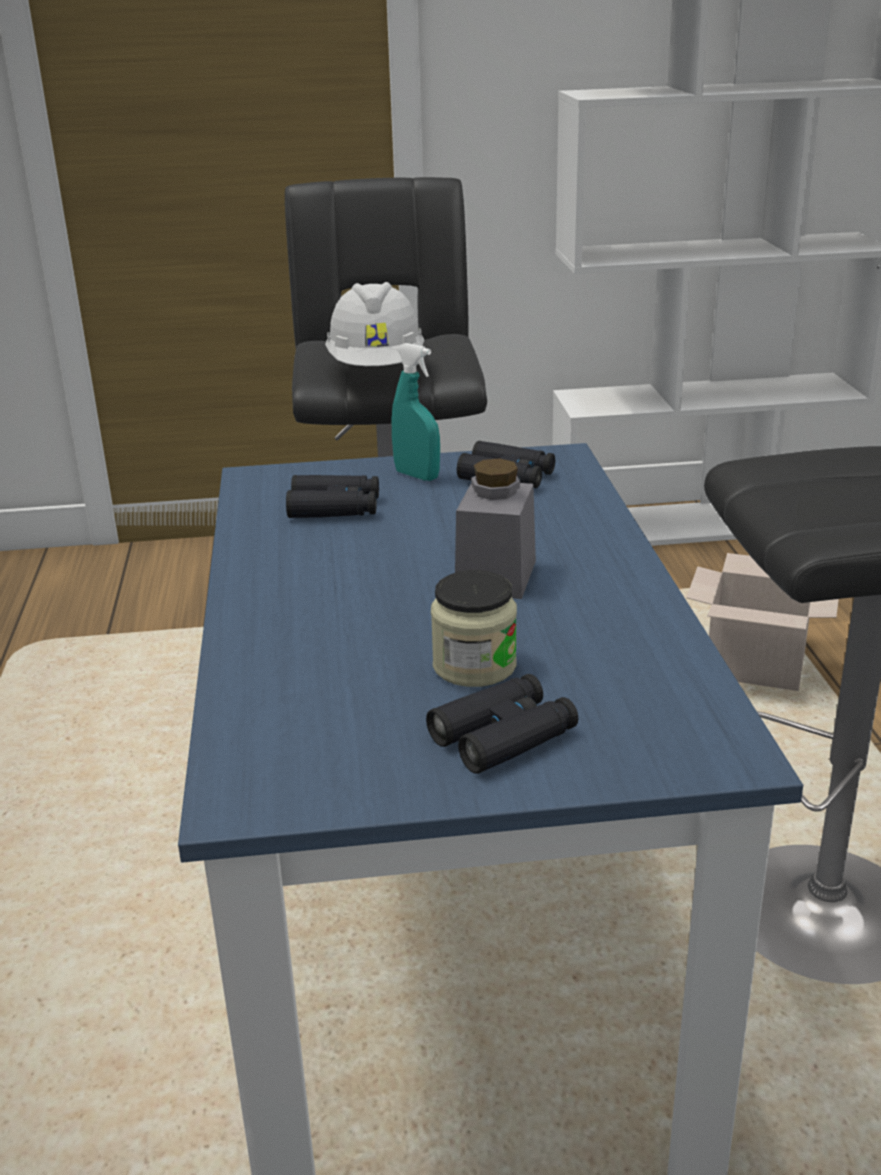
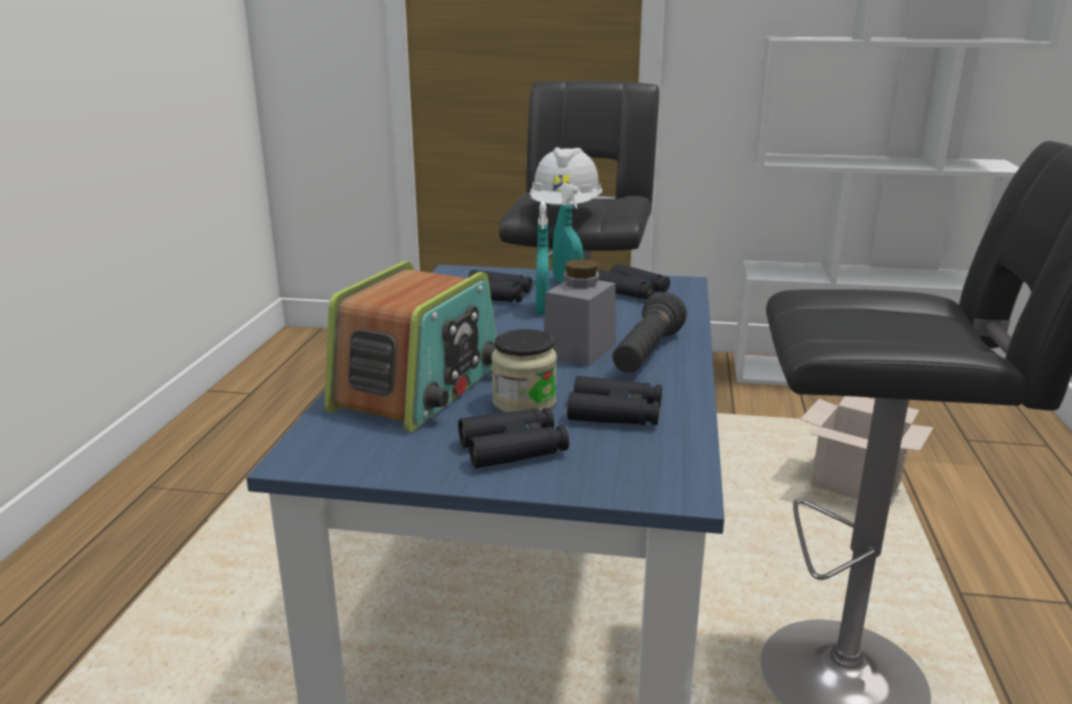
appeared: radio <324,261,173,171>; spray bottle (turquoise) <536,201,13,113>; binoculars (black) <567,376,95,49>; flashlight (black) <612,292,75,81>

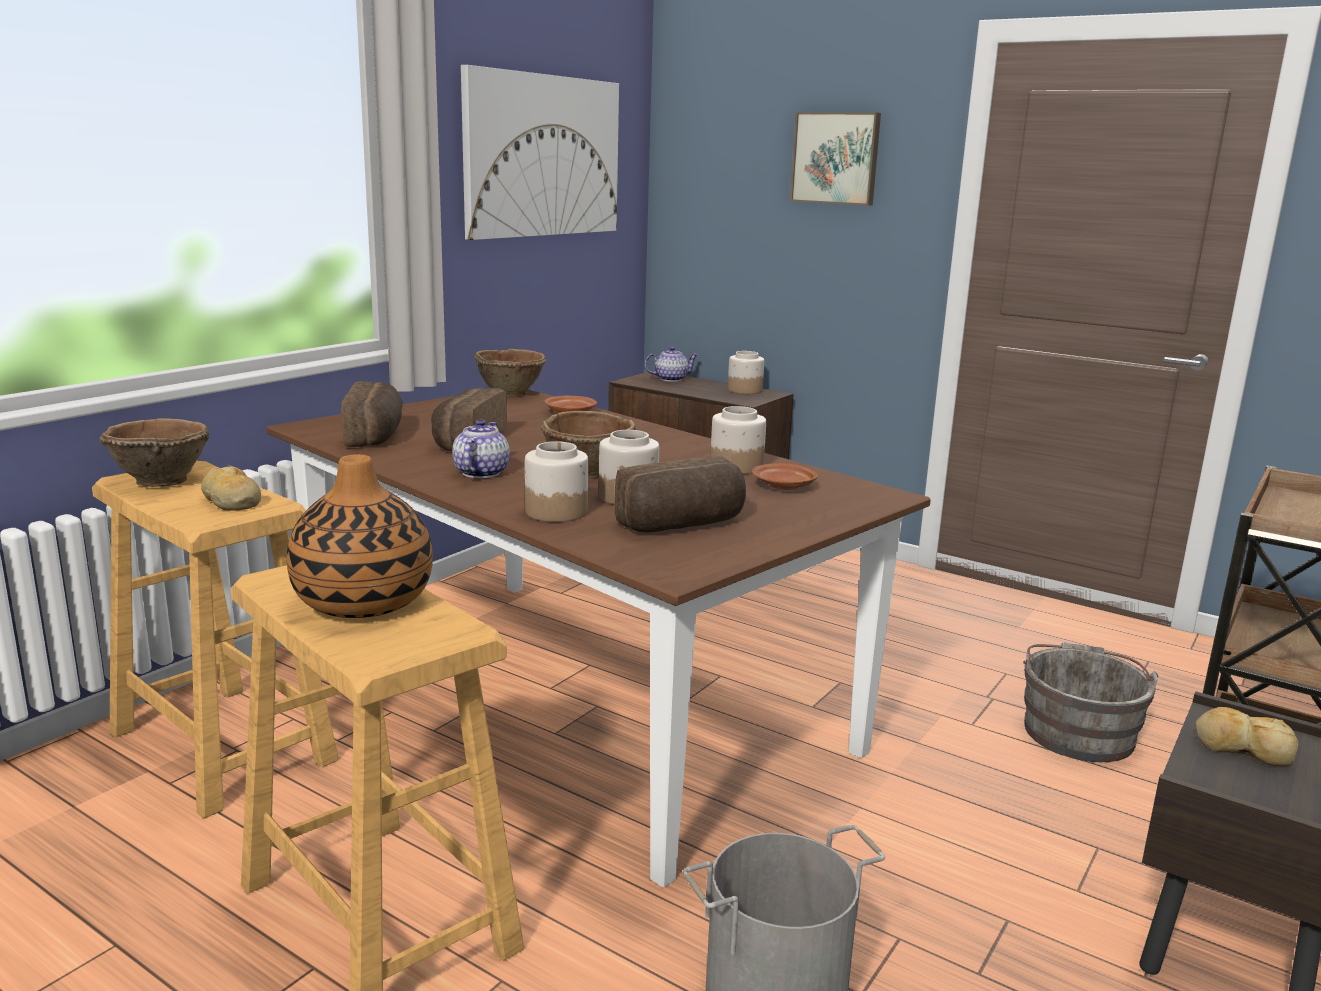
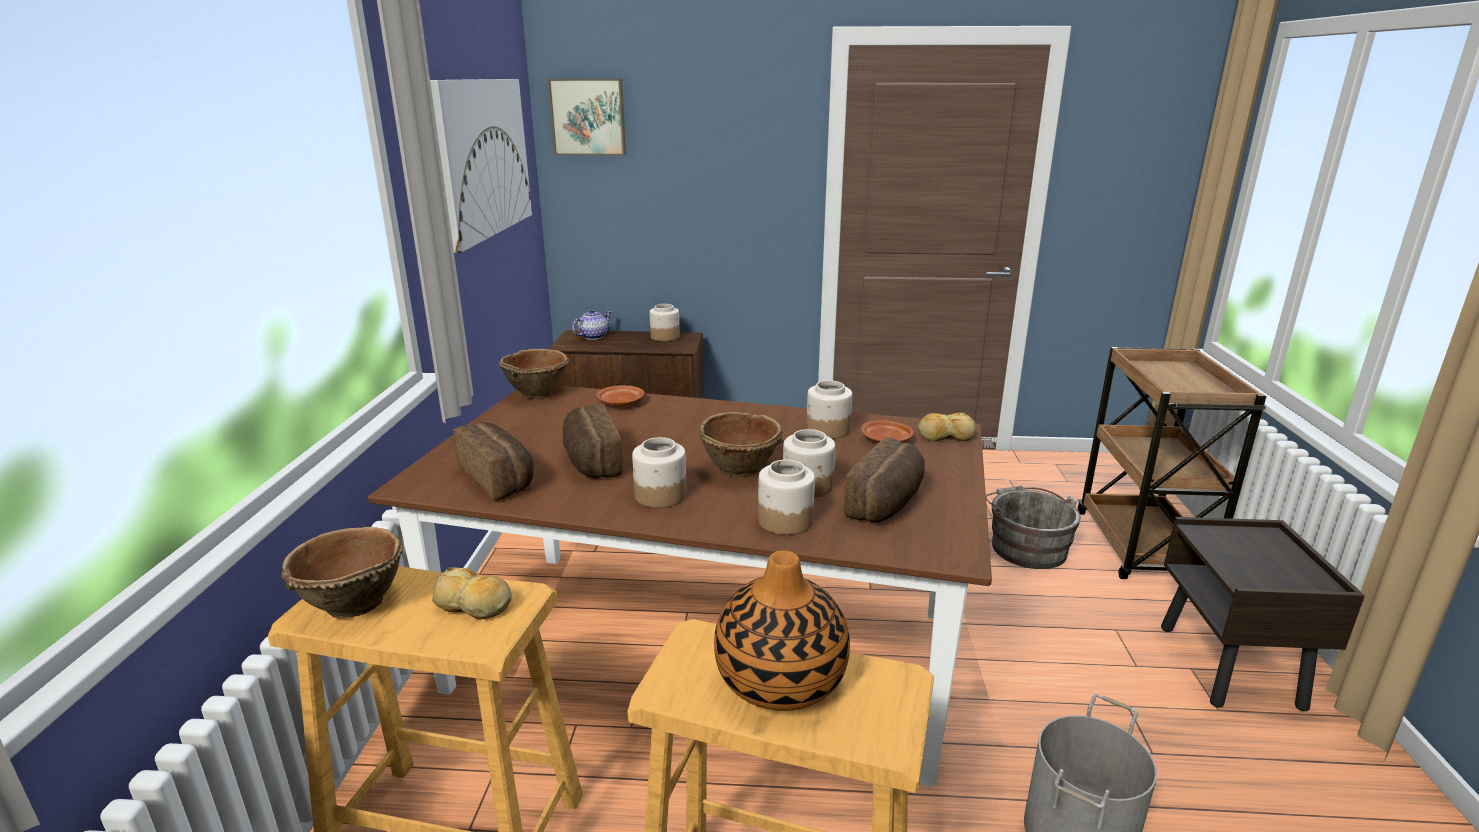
relocated: picture <790,112,91,94> to <548,79,78,76>; bread <1195,707,103,59> to <917,412,59,30>
exchanged: teapot <452,419,58,59> to jar <632,437,55,71>

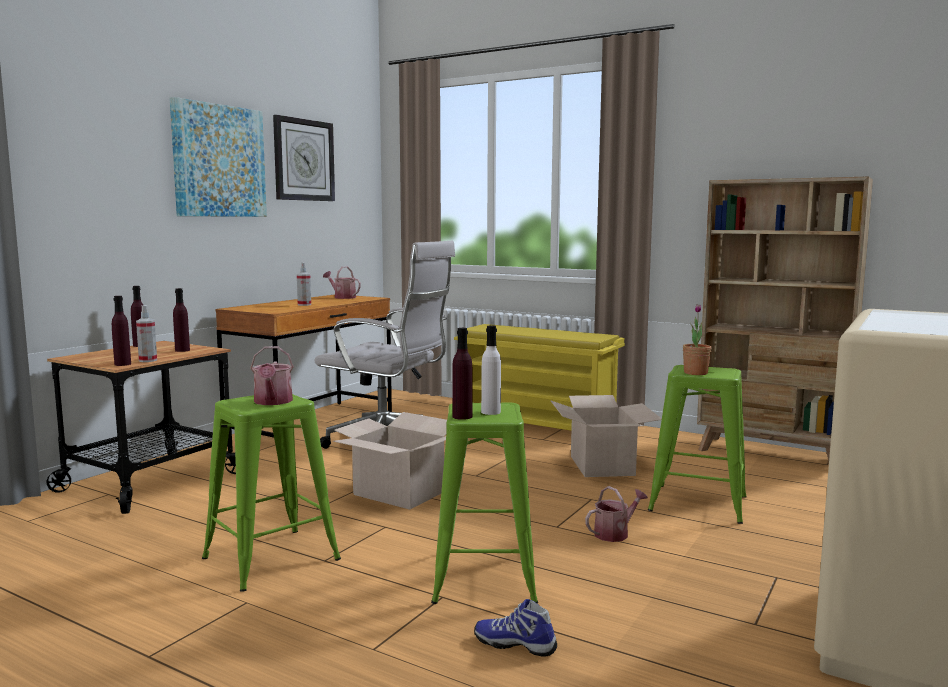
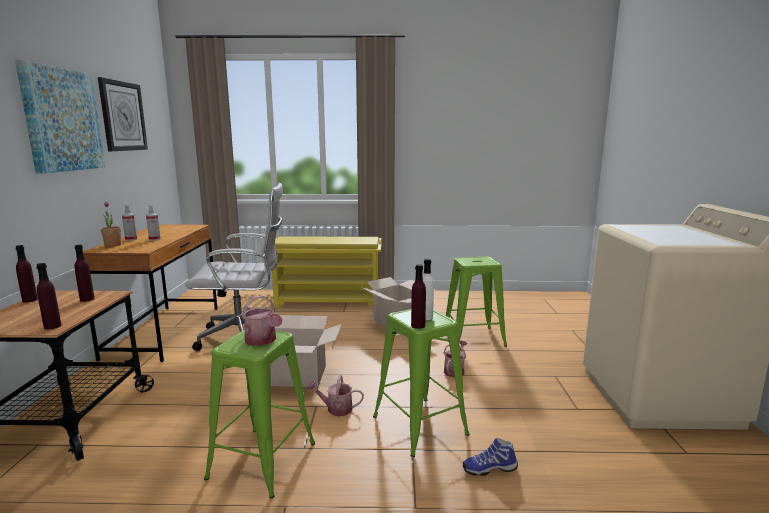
missing: bookcase (beige) <697,176,176,285>
relocated: spray bottle <136,305,21,57> to <122,205,15,36>; watering can <323,266,38,33> to <307,375,57,41>; potted plant <683,304,29,71> to <101,202,20,45>

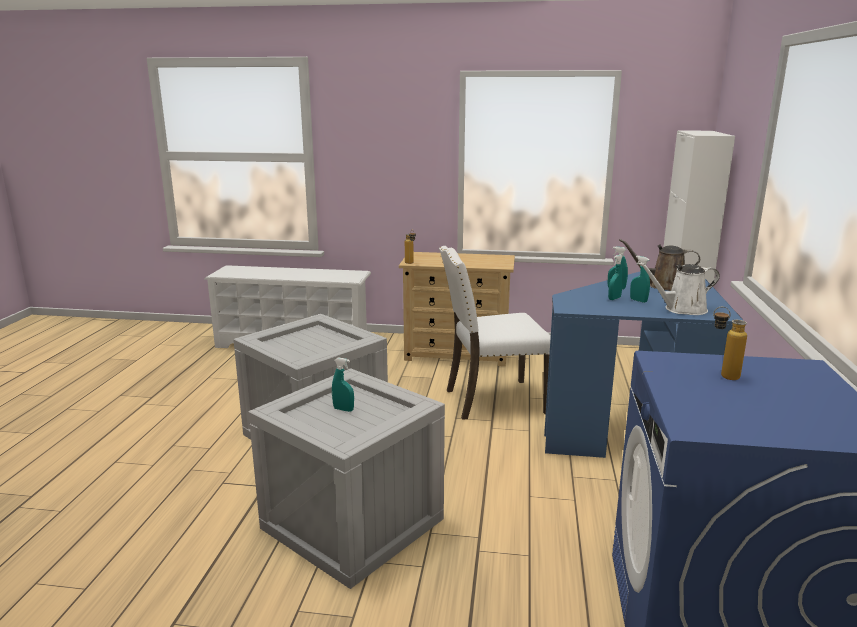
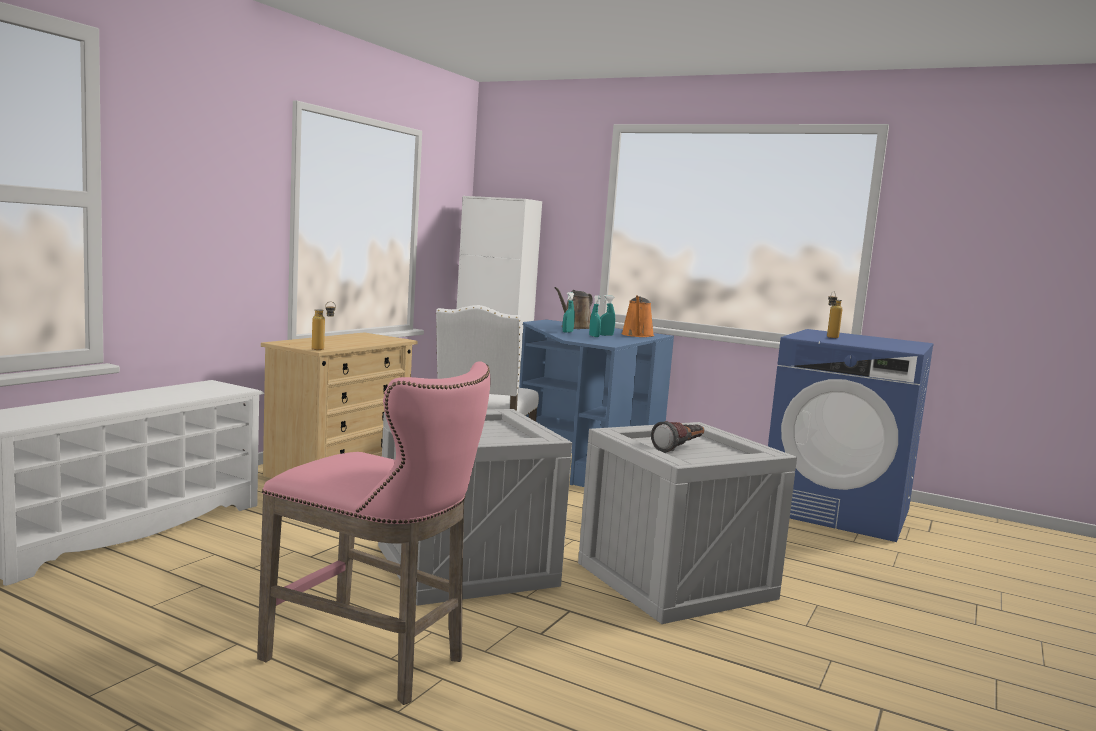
appeared: stool (pink) <257,361,233,344>
exchanged: spray bottle (turquoise) <332,357,22,55> to flashlight <651,421,53,32>
colour: watering can (white) <638,262,82,53> to watering can (orange) <621,295,33,42>

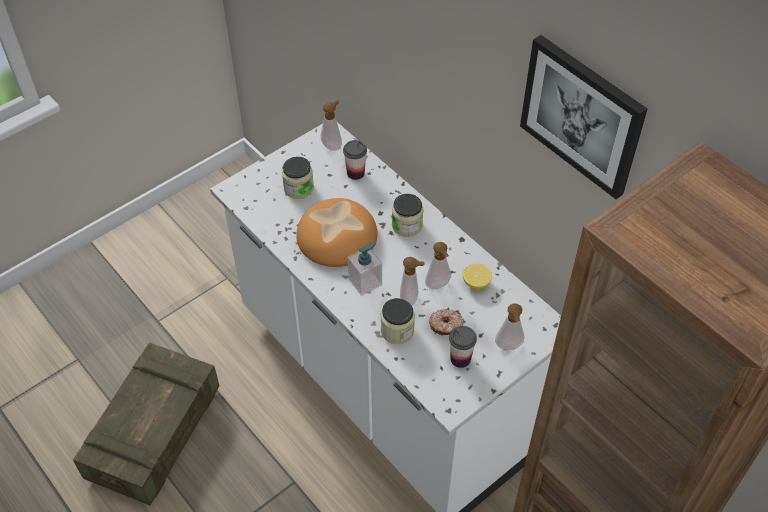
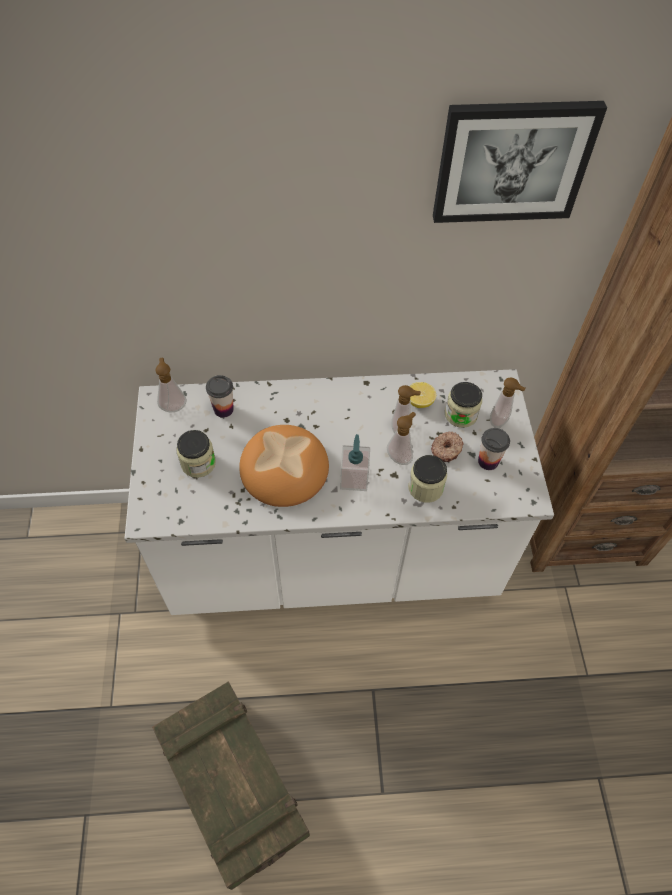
relocated: jar <392,194,31,43> to <445,382,37,46>

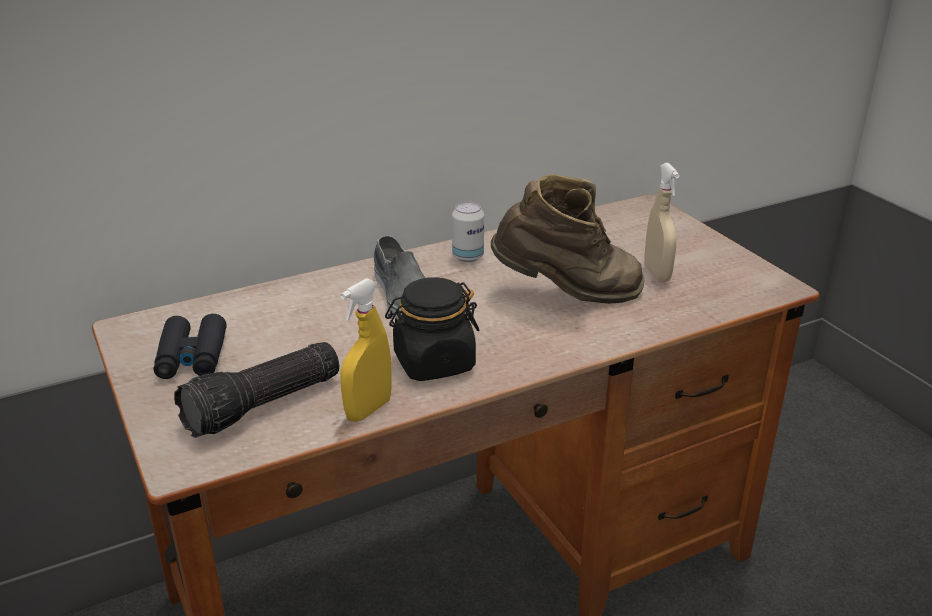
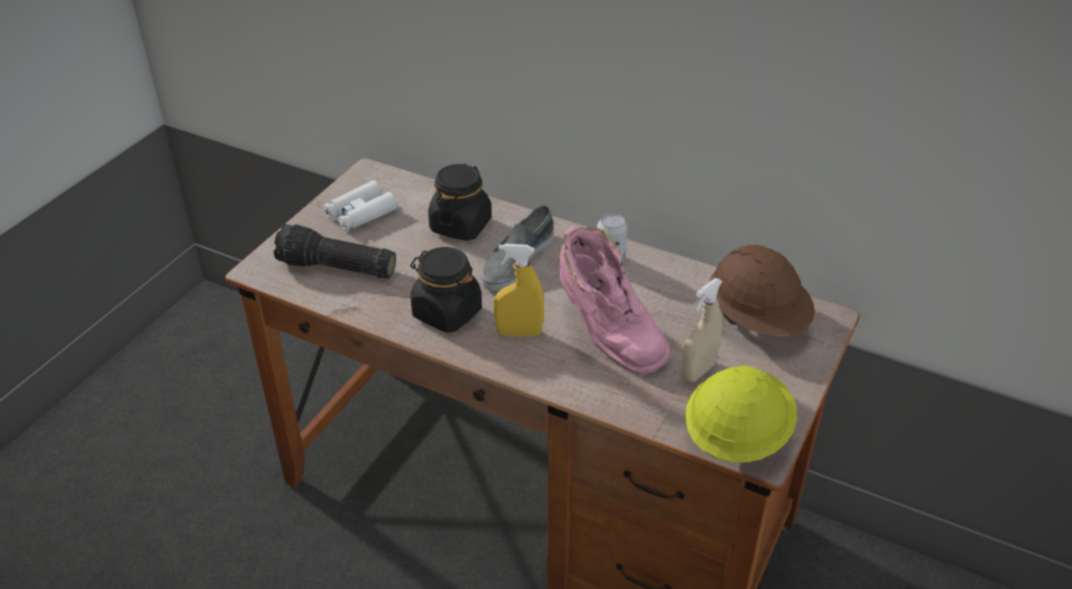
appeared: jar (black) <428,164,64,77>; hard hat (yellow) <685,365,112,98>; hard hat (brown) <710,245,105,91>
relocated: spray bottle (yellow) <340,278,52,144> to <494,244,50,93>
colour: binoculars (black) <154,314,72,65> to binoculars (white) <323,181,74,50>; boot (brown) <491,174,153,130> to boot (pink) <559,225,111,150>

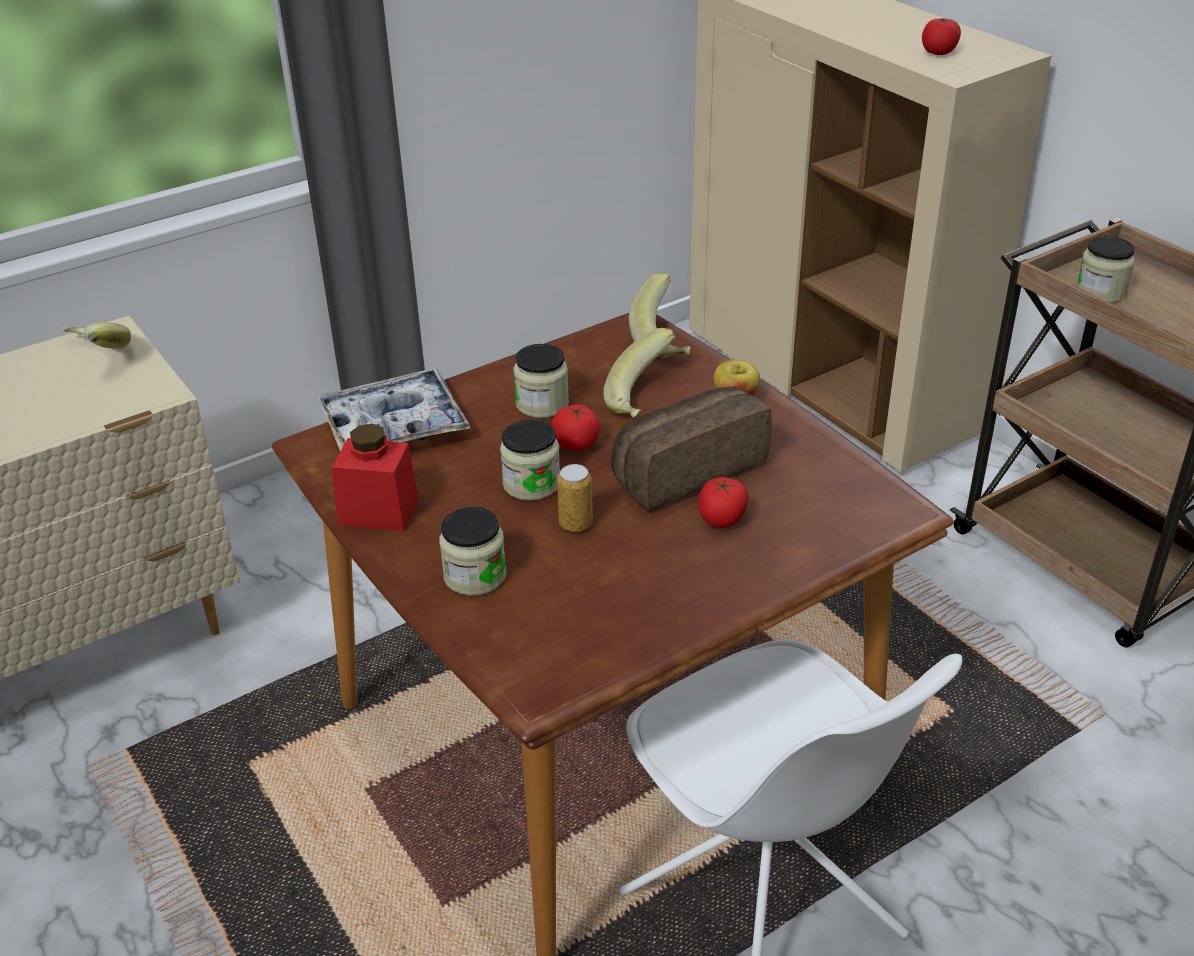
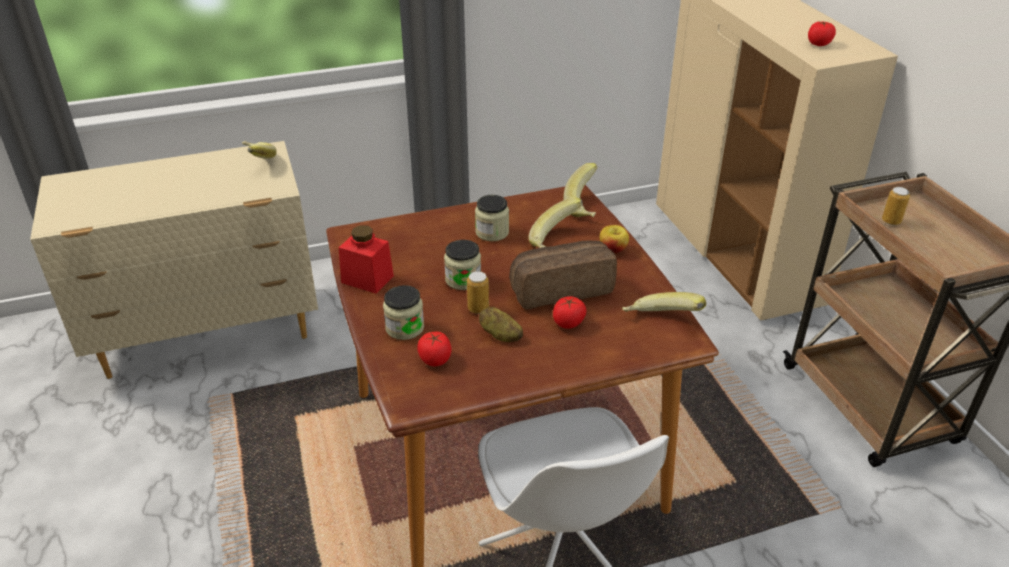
missing: tray <318,369,152,82>
appeared: potato <479,307,44,35>; banana <622,292,84,20>
relocated: tomato <551,404,49,47> to <418,332,33,34>
exchanged: jar <1076,236,59,67> to can <882,187,28,39>

